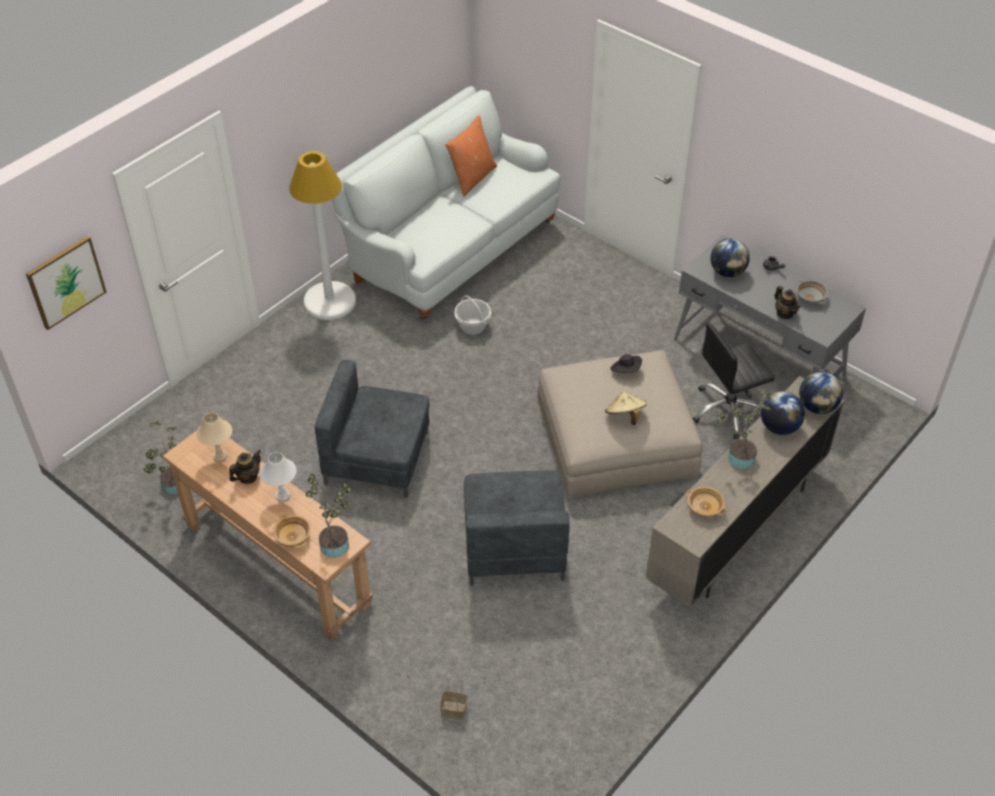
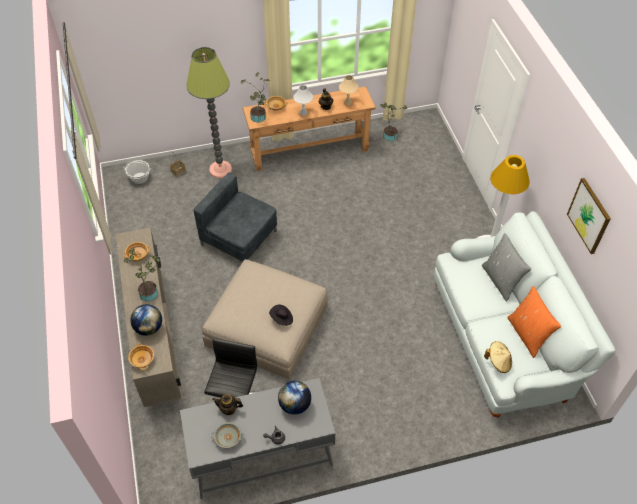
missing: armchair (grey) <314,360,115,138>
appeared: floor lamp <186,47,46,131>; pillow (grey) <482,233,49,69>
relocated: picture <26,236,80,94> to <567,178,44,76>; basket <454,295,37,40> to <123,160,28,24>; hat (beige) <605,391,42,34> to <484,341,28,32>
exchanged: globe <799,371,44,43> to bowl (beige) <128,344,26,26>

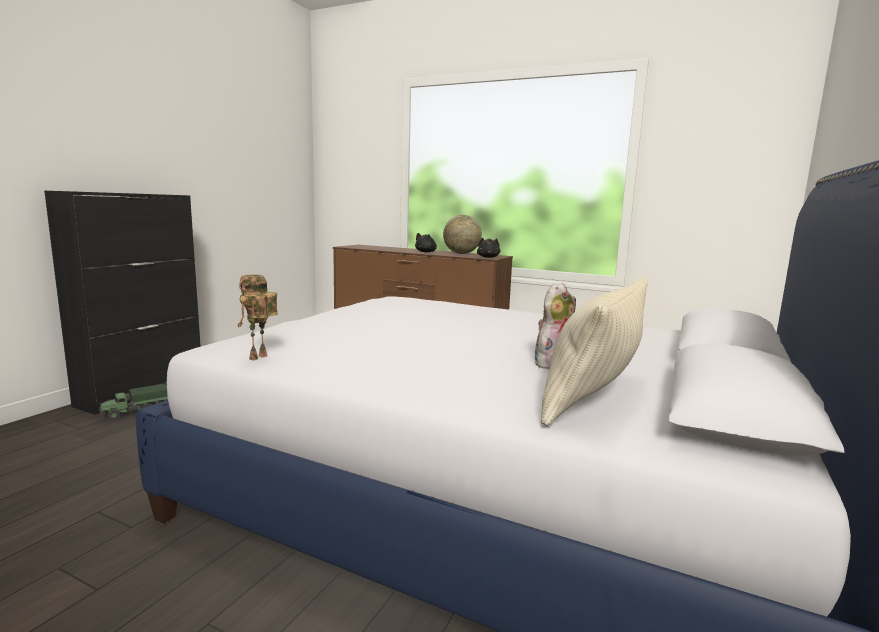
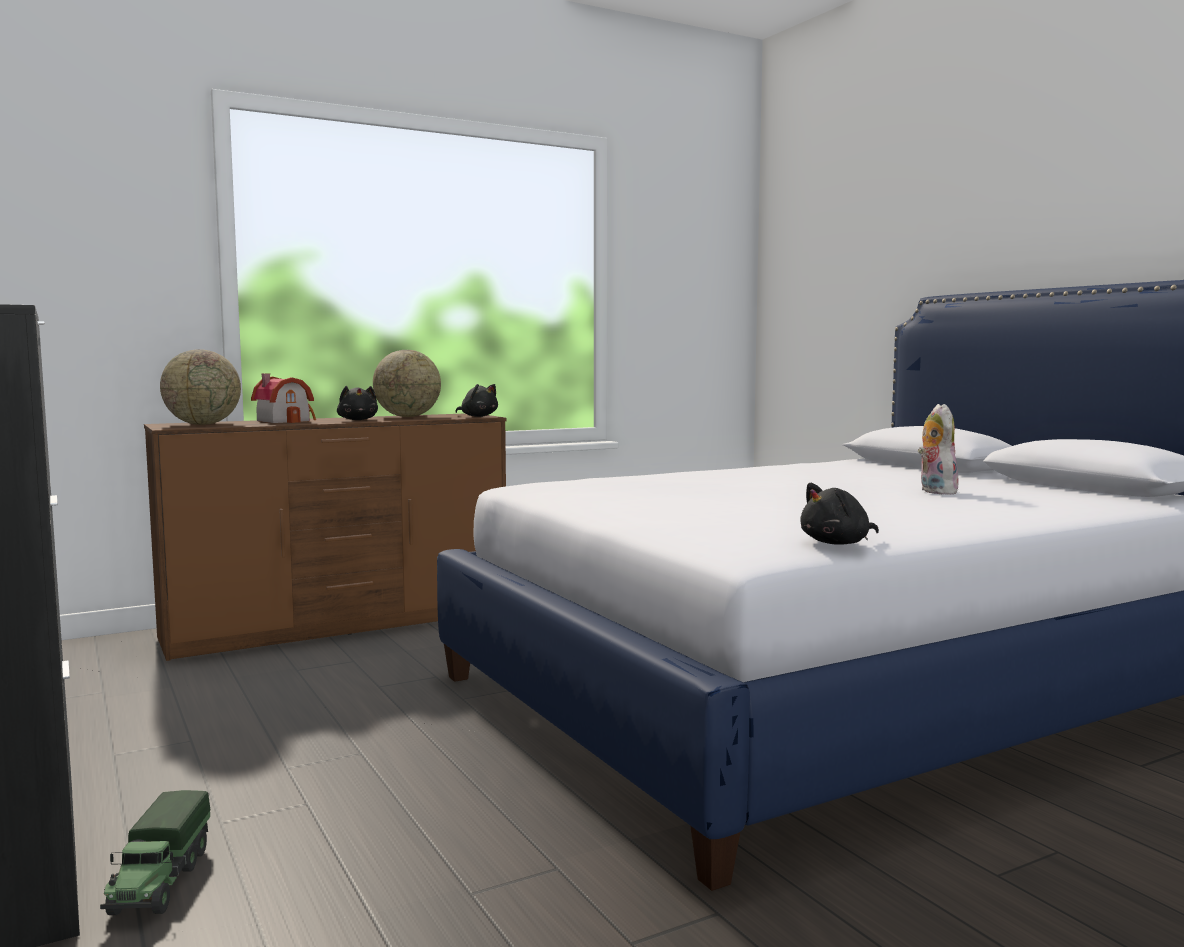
missing: pillow (beige) <541,278,107,148>
appeared: globe <160,349,81,76>; toy house <251,373,65,50>
exchanged: toy robot <238,274,40,86> to plush toy (black) <800,483,79,62>

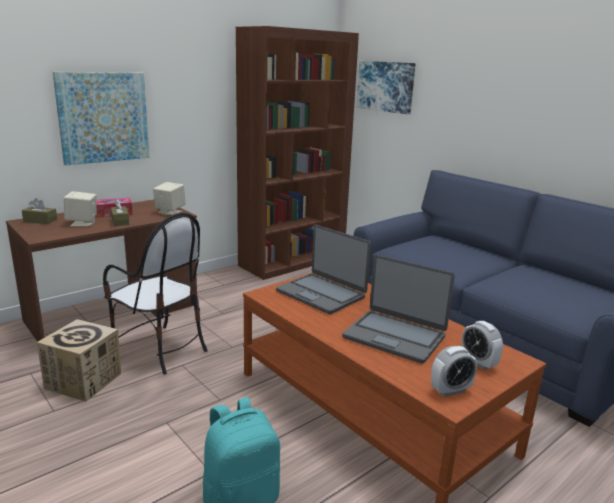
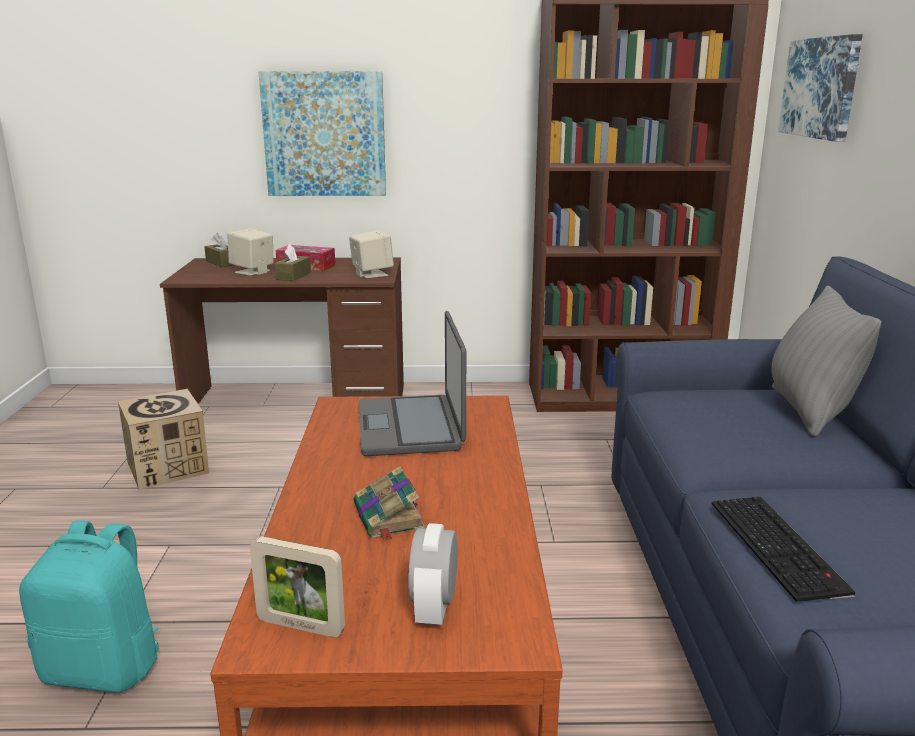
missing: chair <103,213,105,162>
appeared: keyboard <712,497,143,105>; pillow (grey) <771,286,110,151>
exchanged: laptop <342,255,113,109> to book <354,466,71,74>; alarm clock <431,346,46,51> to picture frame <250,537,95,100>

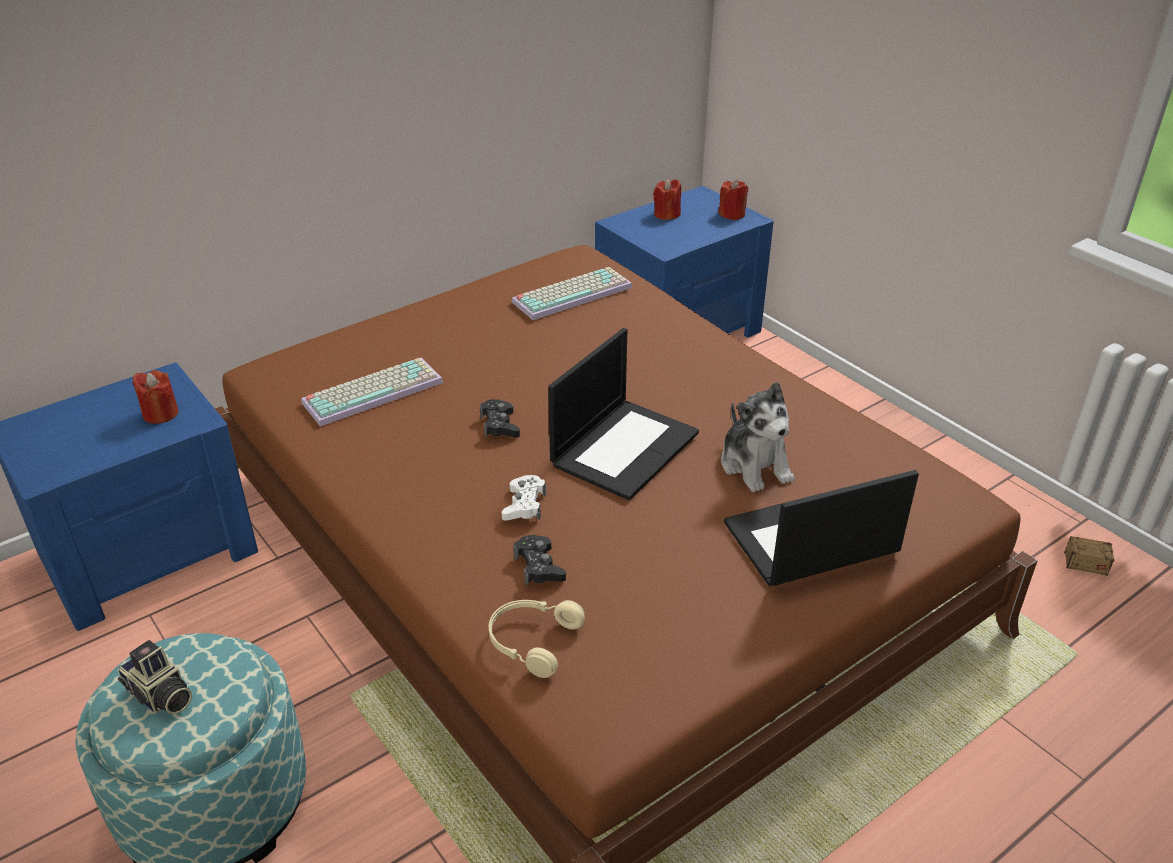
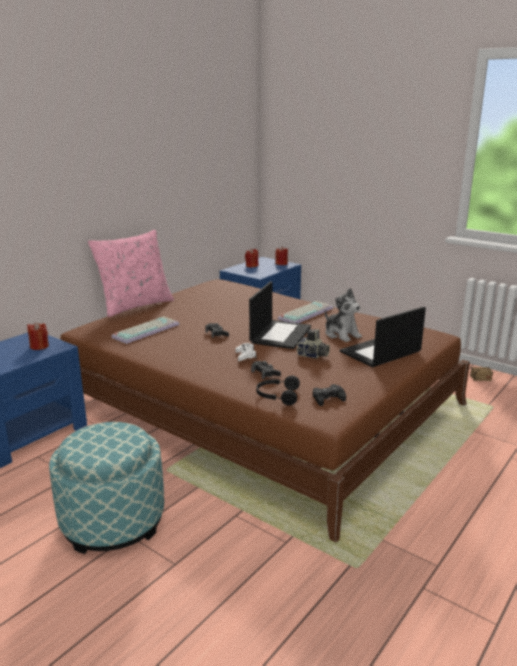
appeared: pillow (pink) <88,229,86,88>; game controller (black) <313,384,33,22>
relocated: photo camera <118,640,74,75> to <296,329,34,30>; keyboard <512,267,120,53> to <278,301,55,22>
colour: headphones (beige) <489,600,96,78> to headphones (black) <256,375,44,31>

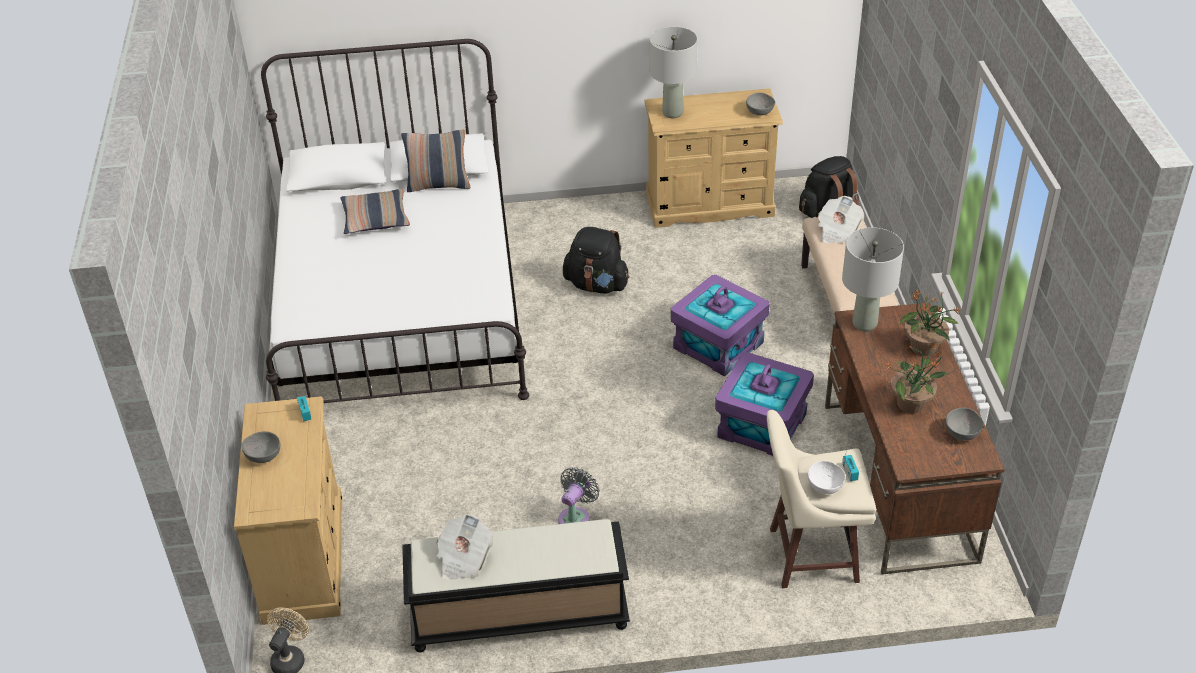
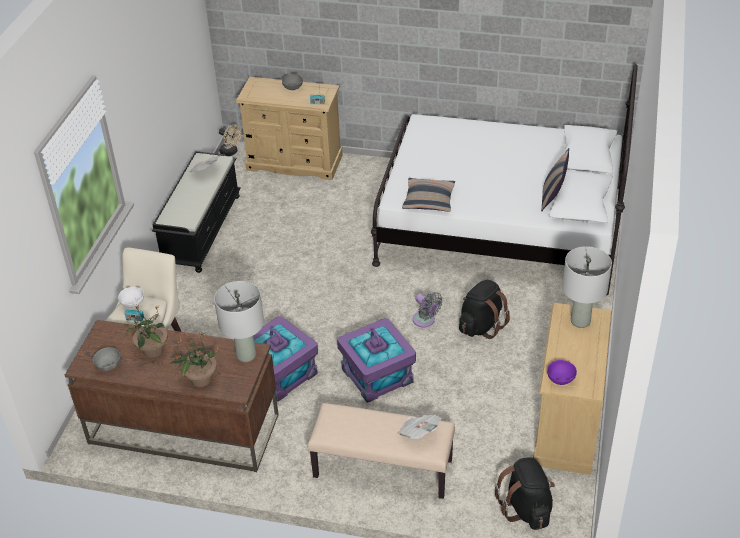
relocated: pillow <341,188,69,46> to <402,178,53,34>; fan (grey) <558,467,42,57> to <413,292,30,35>
colour: bowl (grey) <746,93,29,22> to bowl (purple) <547,360,30,25>

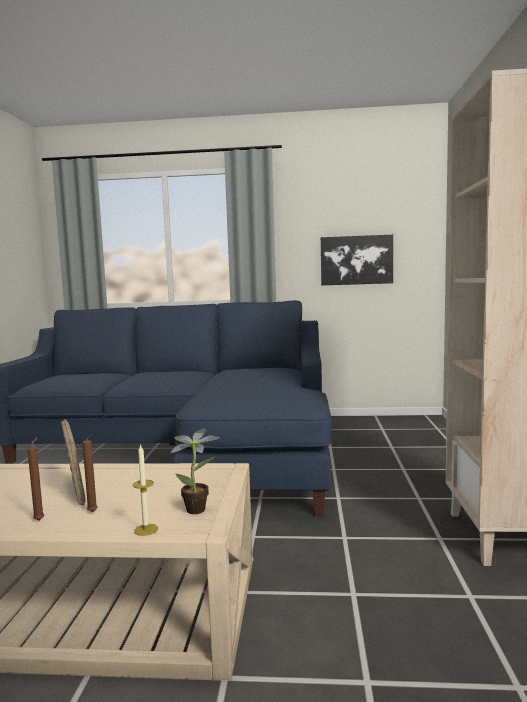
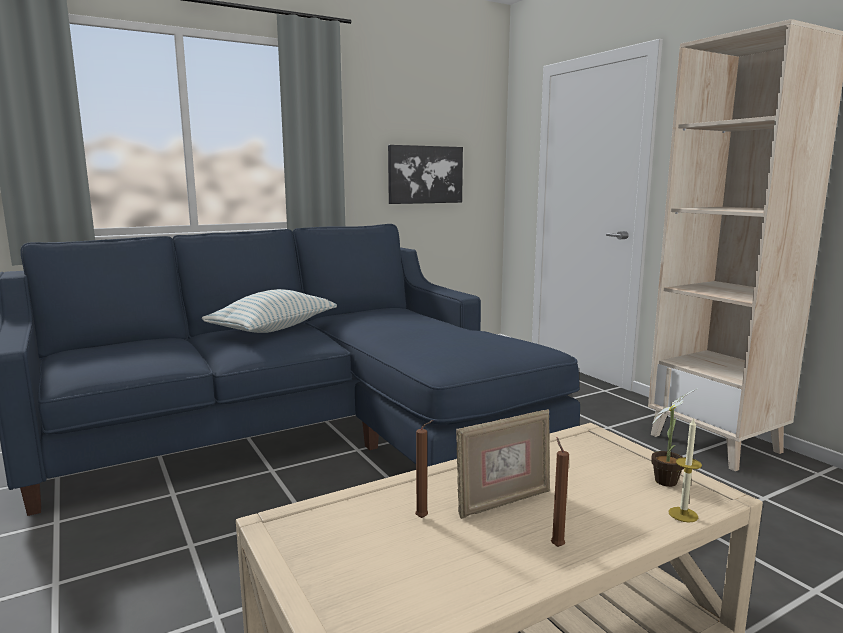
appeared: pillow <202,289,135,44>
relocated: candle (brown) <82,434,16,78> to <415,420,18,98>
spun: picture frame <61,419,25,87> = <456,409,94,110> 120 degrees clockwise

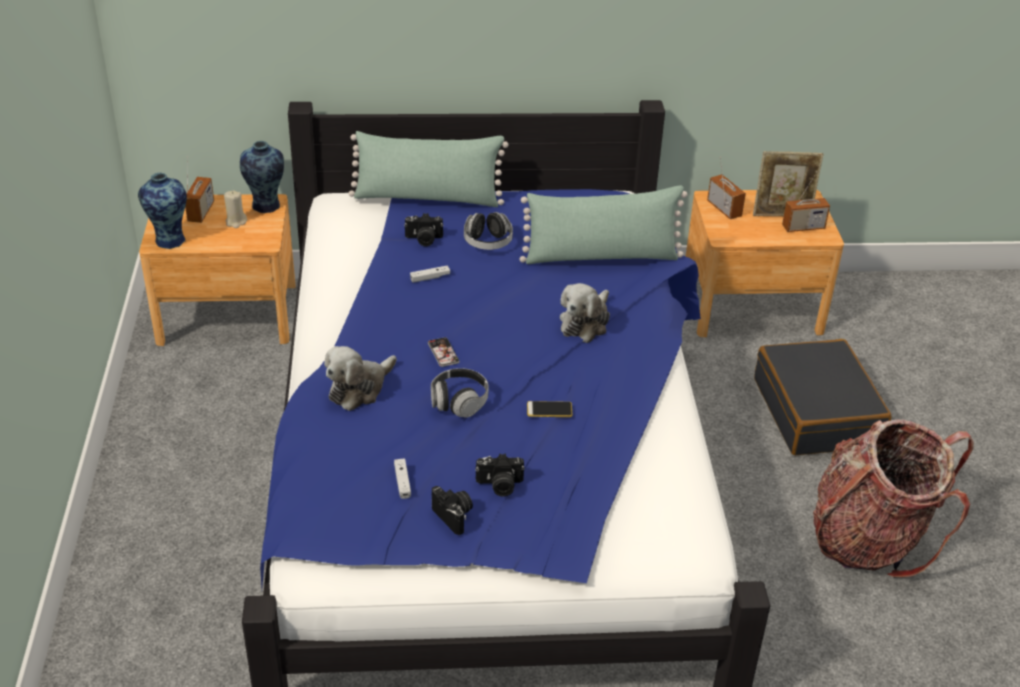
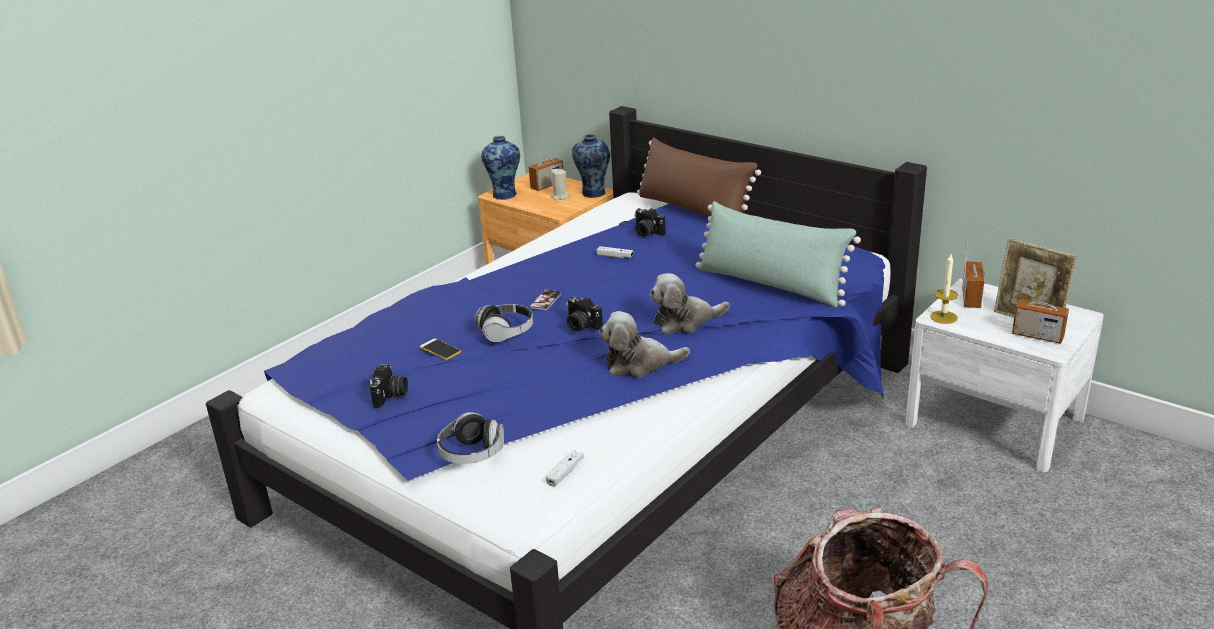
missing: suitcase (black) <754,339,138,116>
appeared: candle <930,254,28,70>
relocated: plush toy <324,346,73,65> to <599,311,91,67>; game controller (white) <394,459,17,40> to <546,450,38,37>; headphones <464,212,49,38> to <437,412,67,52>; photo camera <475,454,50,43> to <566,297,37,35>; phone <527,401,45,16> to <420,339,41,21>
colour: pillow (green) <348,131,161,76> to pillow (brown) <637,137,124,80>; nightstand (brown) <686,190,158,147> to nightstand (white) <905,278,199,195>

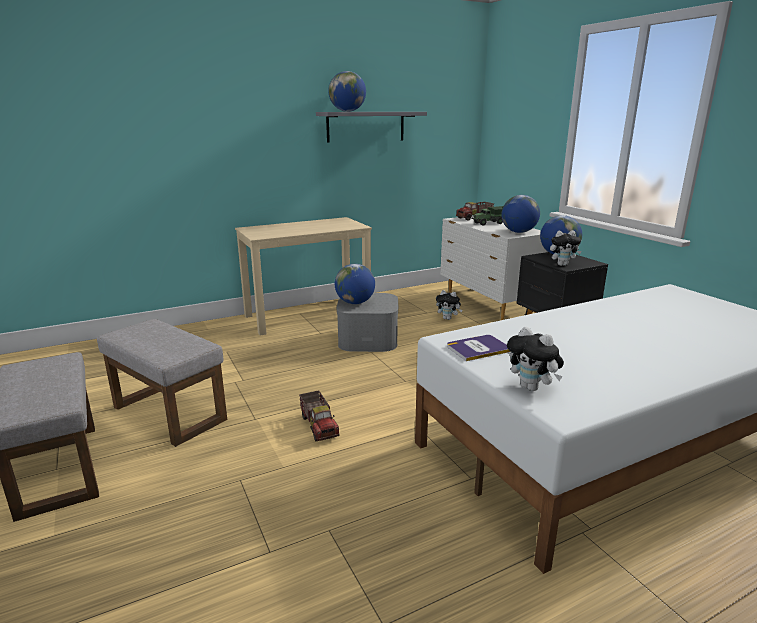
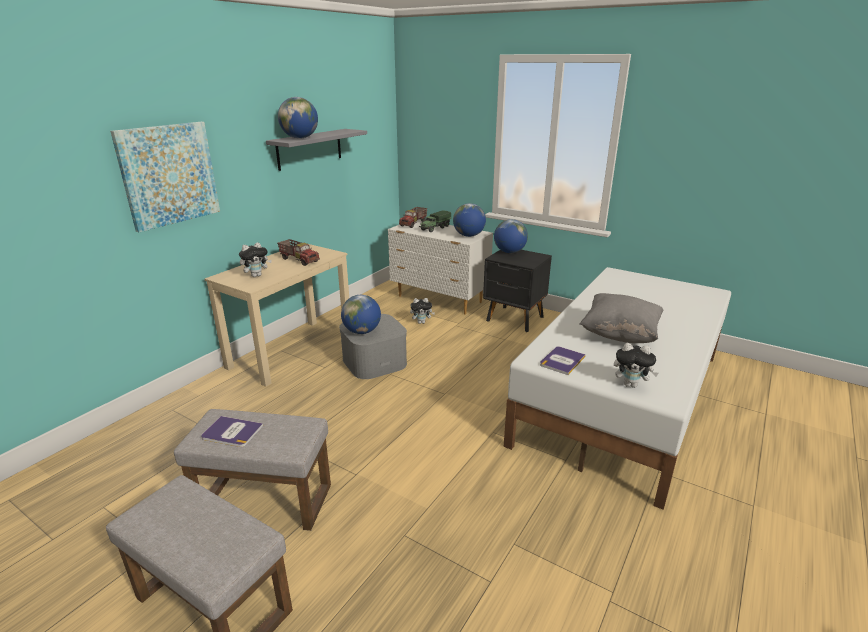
appeared: picture <110,122,110,110>; book <201,416,62,31>; pillow (grey) <579,293,84,50>
relocated: toy truck <299,390,41,51> to <277,239,43,27>; plush toy <550,231,31,35> to <239,242,33,35>

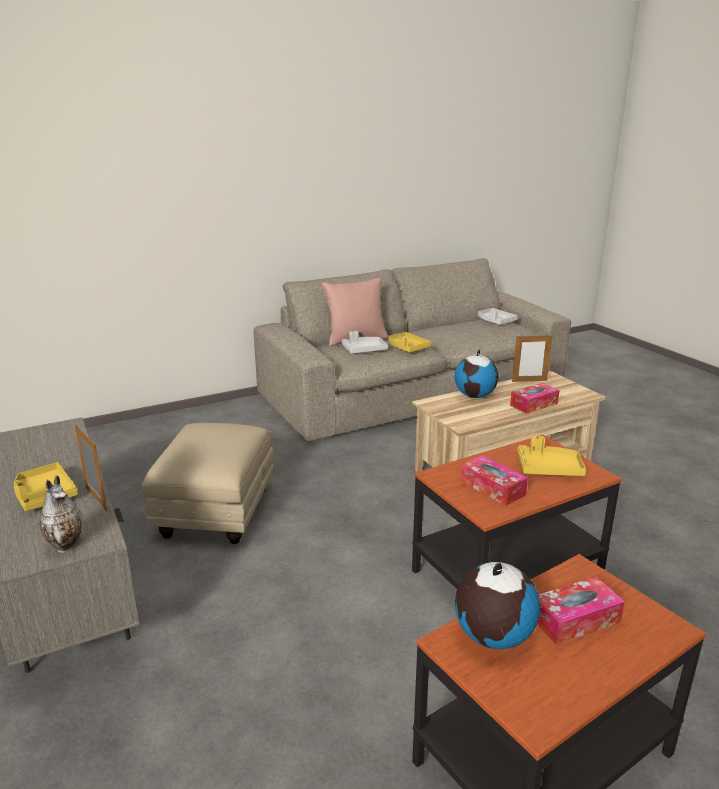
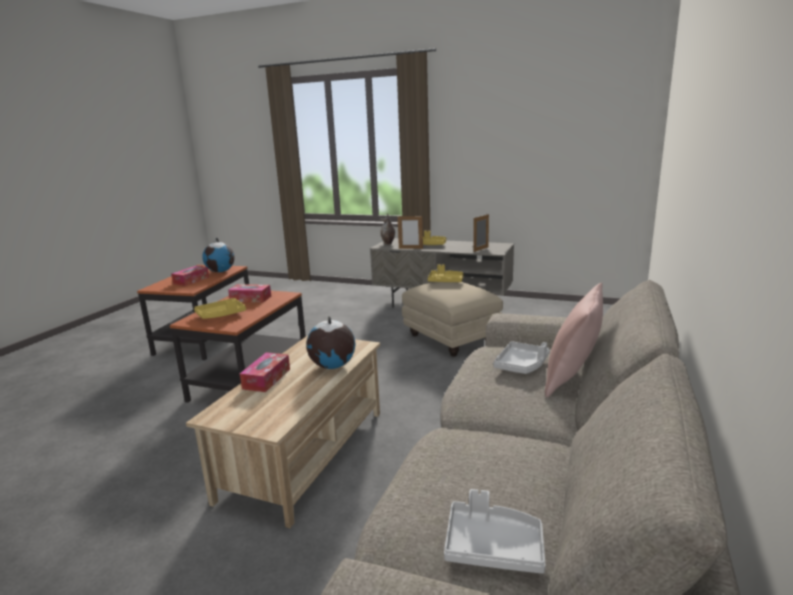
relocated: tray (yellow) <388,332,43,20> to <428,264,36,18>; picture frame <512,335,40,47> to <473,214,16,38>

